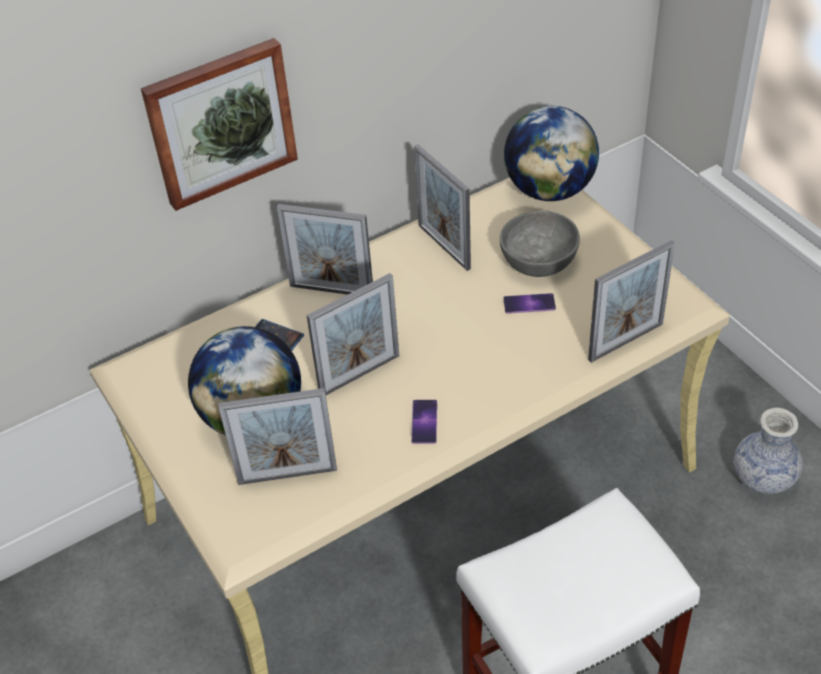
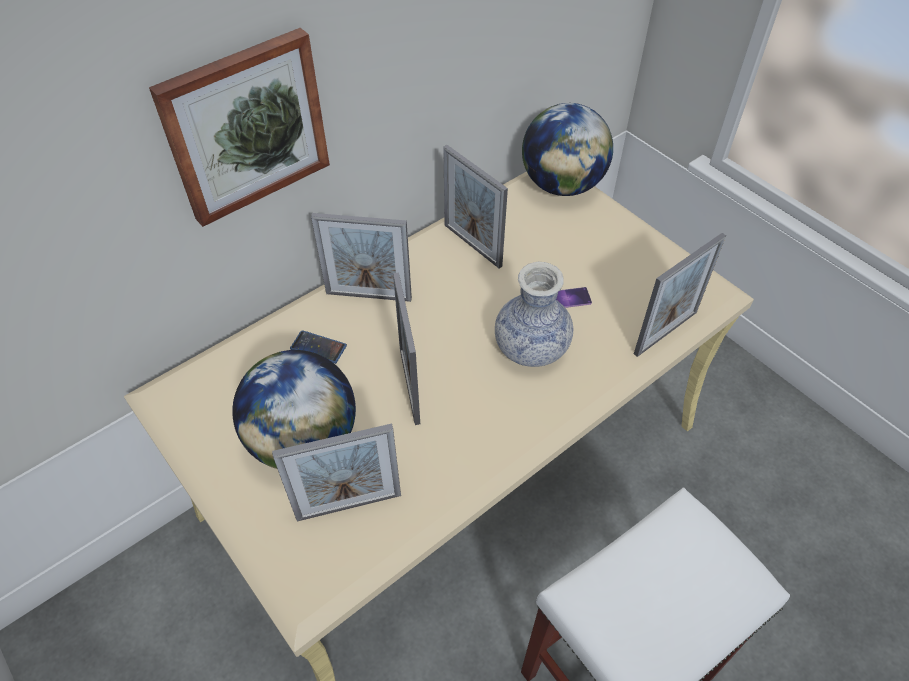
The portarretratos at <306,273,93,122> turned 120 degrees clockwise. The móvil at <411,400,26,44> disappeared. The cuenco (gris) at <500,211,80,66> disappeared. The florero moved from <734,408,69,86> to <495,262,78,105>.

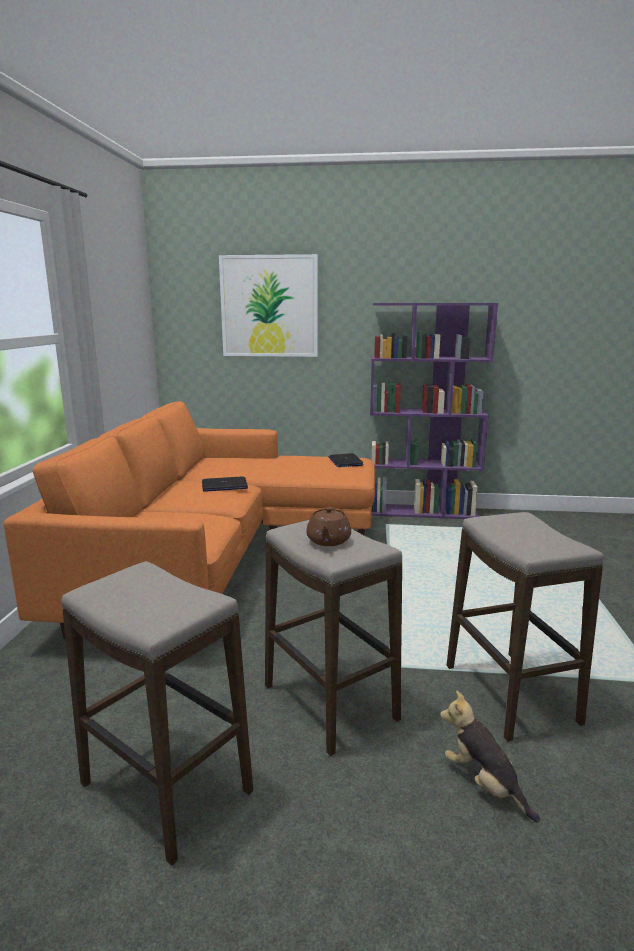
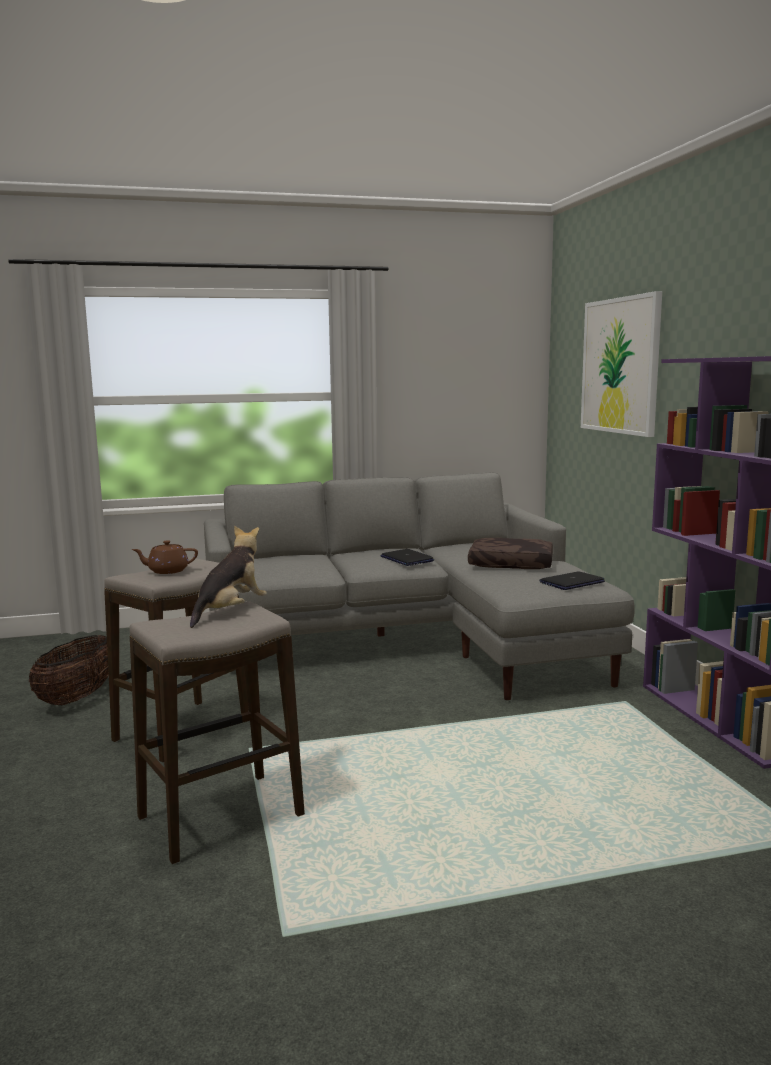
The sofá (naranja) at <4,401,371,238> became the sofá (gris) at <204,472,431,228>. The taburete at <61,561,192,305> was replaced by the cesta at <29,635,80,70>. The peluche moved from <440,691,100,132> to <190,526,77,102>. The cojín (marrón) at <468,538,85,31> appeared.

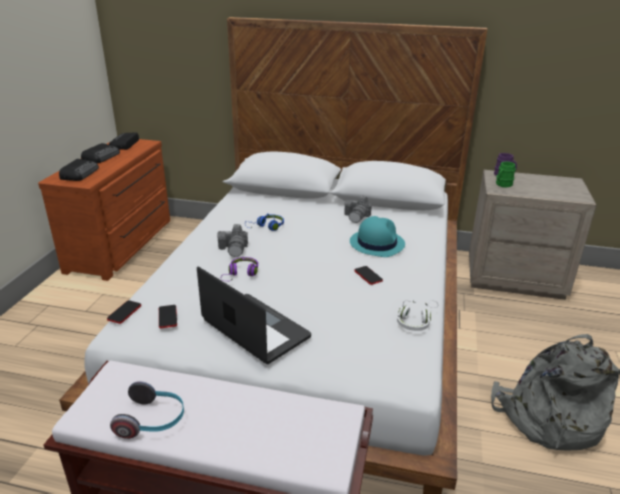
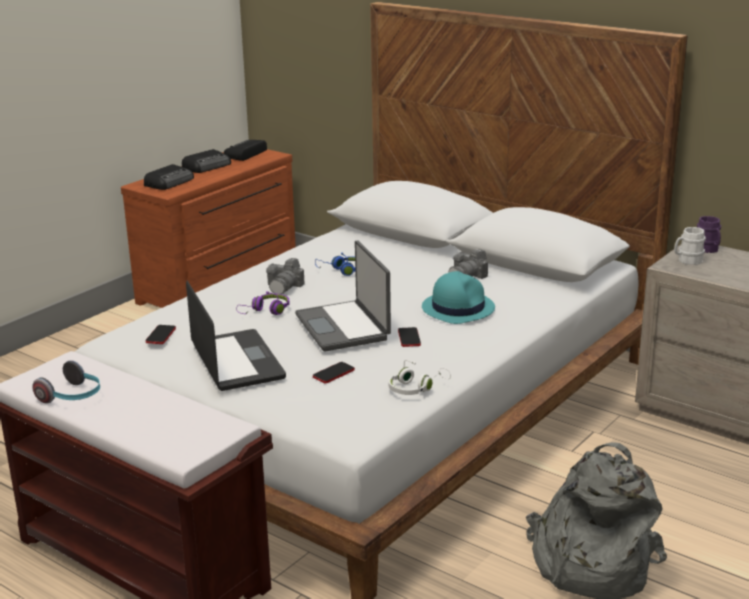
The móvil moved from <107,300,34,24> to <313,362,42,21>. The taza grande (verde) at <496,161,20,26> became the taza grande (blanco) at <674,227,32,38>. The portátil at <295,240,96,111> appeared.

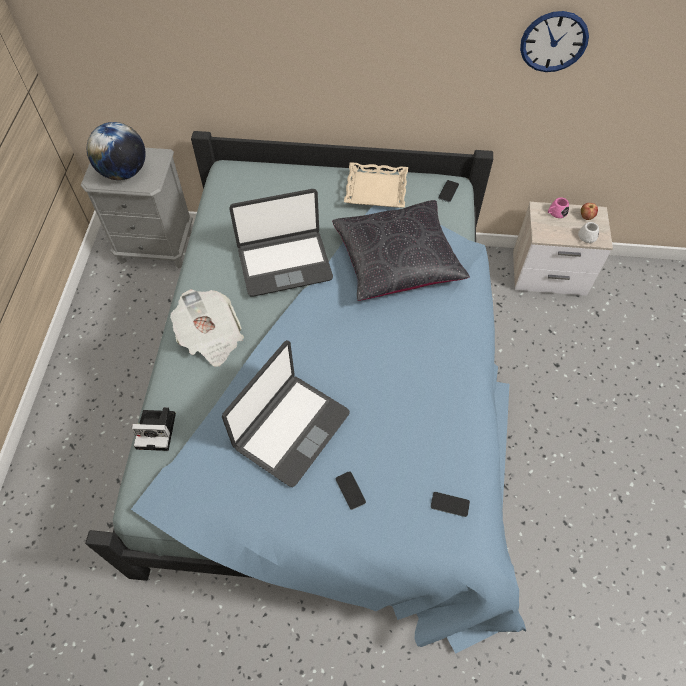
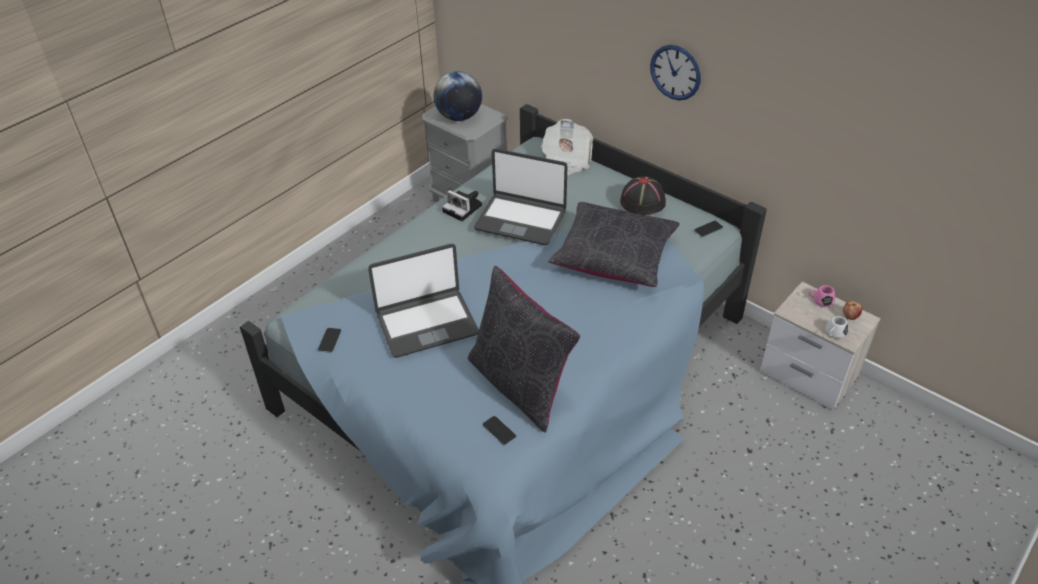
The cámara moved from <131,407,45,44> to <442,190,40,31>. The periódico moved from <170,289,74,78> to <541,119,52,57>. The móvil moved from <336,471,30,39> to <318,328,23,25>. The bandeja (beis) at <344,162,64,45> was replaced by the sombrero (negro) at <620,176,46,39>. The reloj de pared moved from <520,11,69,61> to <650,45,51,55>. The cojín (negro) at <468,266,112,166> appeared.

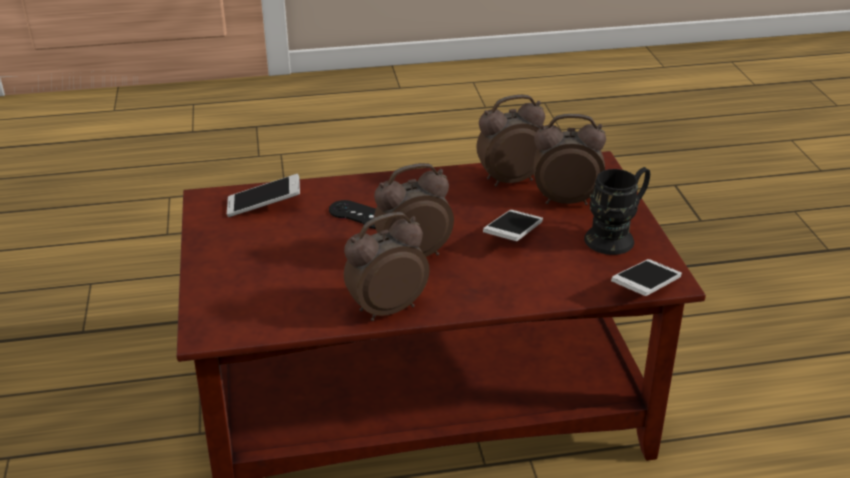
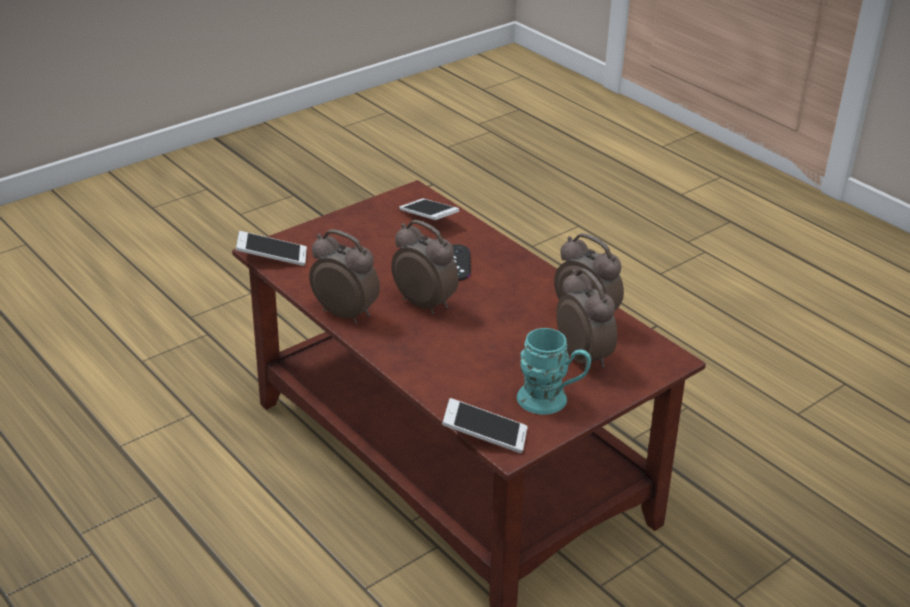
The móvil moved from <483,210,60,31> to <236,231,71,35>. The taza grande (negro) at <584,167,66,88> became the taza grande (turquesa) at <517,328,74,87>.

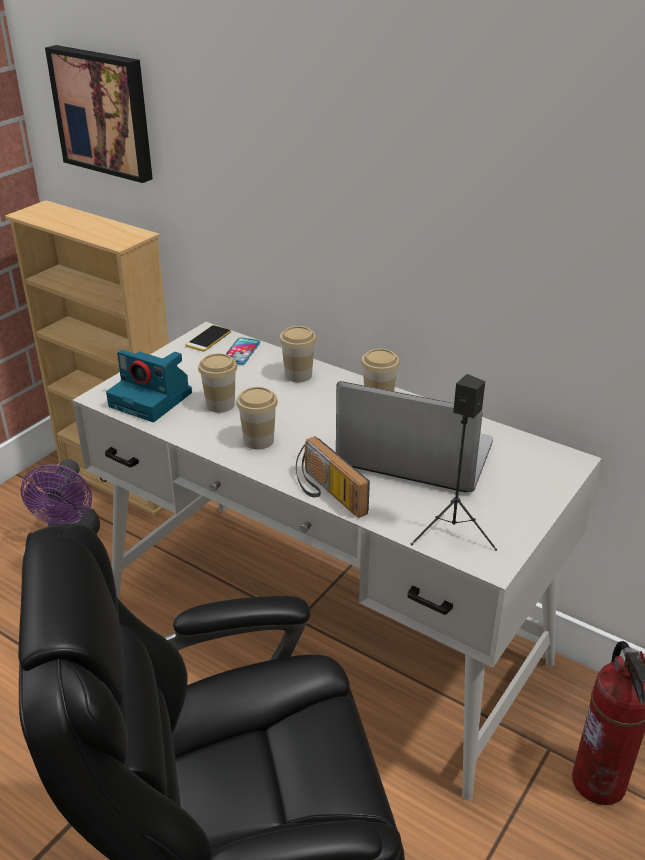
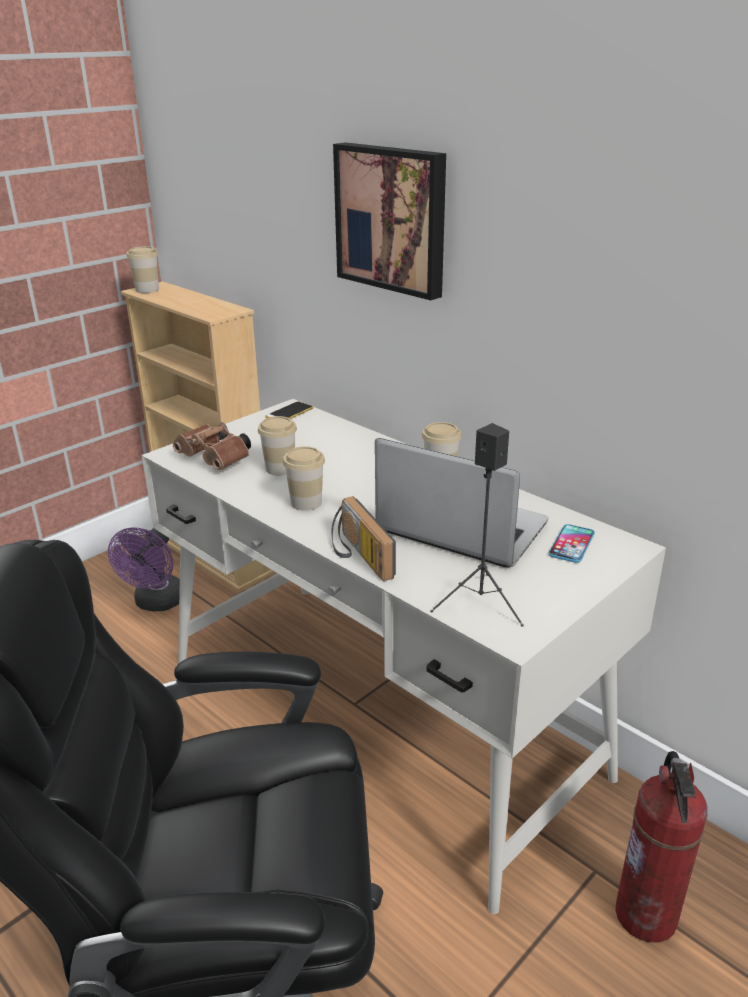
The cuadro moved from <45,45,108,138> to <333,142,113,158>. The cámara at <106,350,86,72> was replaced by the prismáticos (marrón) at <173,422,78,48>. The móvil moved from <226,338,34,27> to <549,524,46,39>. The taza moved from <279,326,37,56> to <127,246,32,47>.

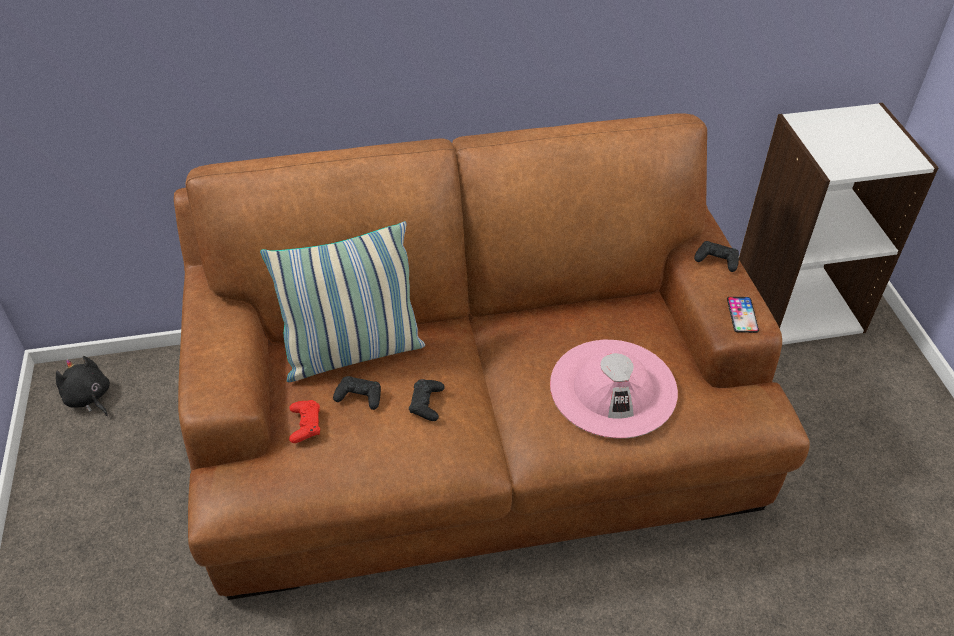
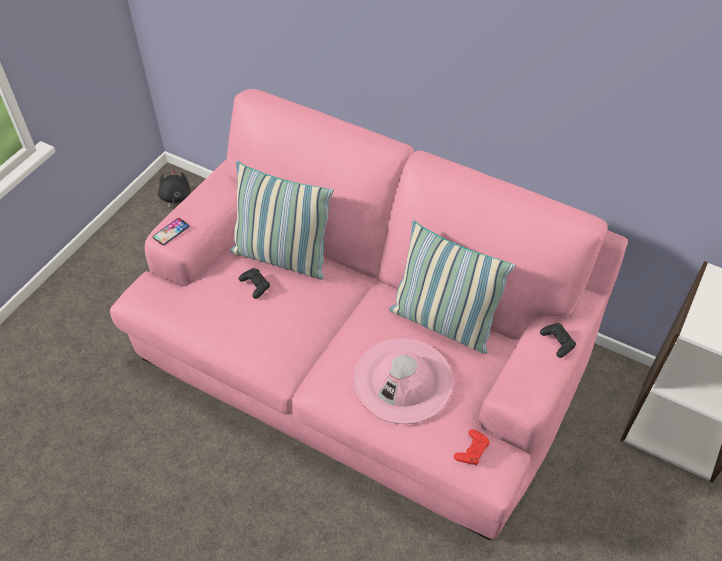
The sofá (marrón) at <174,113,636,487> became the sofá (rosa) at <110,89,518,452>. The mando de consola (rojo) moved from <289,400,31,43> to <454,429,36,36>. The mando de consola (negro) at <409,379,36,42> disappeared. The móvil moved from <727,297,32,36> to <153,218,36,27>. The cojín at <389,220,127,134> appeared.

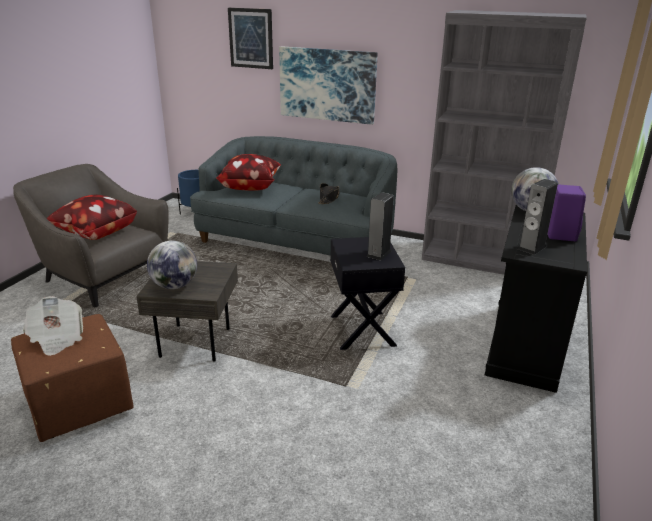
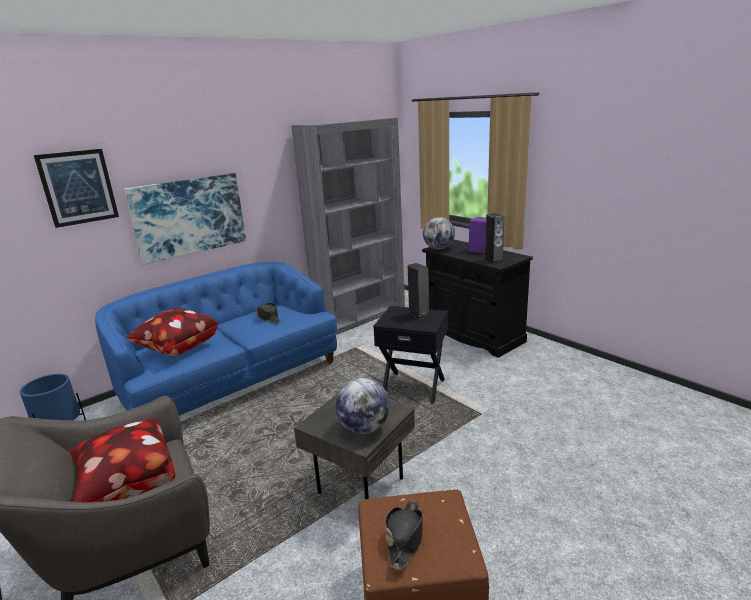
The periódico at <23,296,60,60> was replaced by the sombrero (negro) at <385,500,38,70>. The sofá (gris) at <190,136,207,120> became the sofá (azul) at <95,262,242,154>.

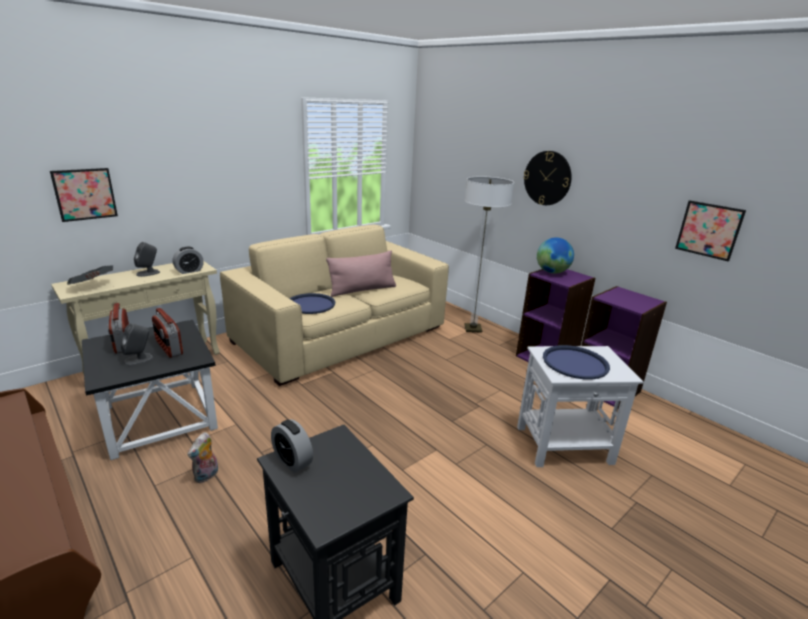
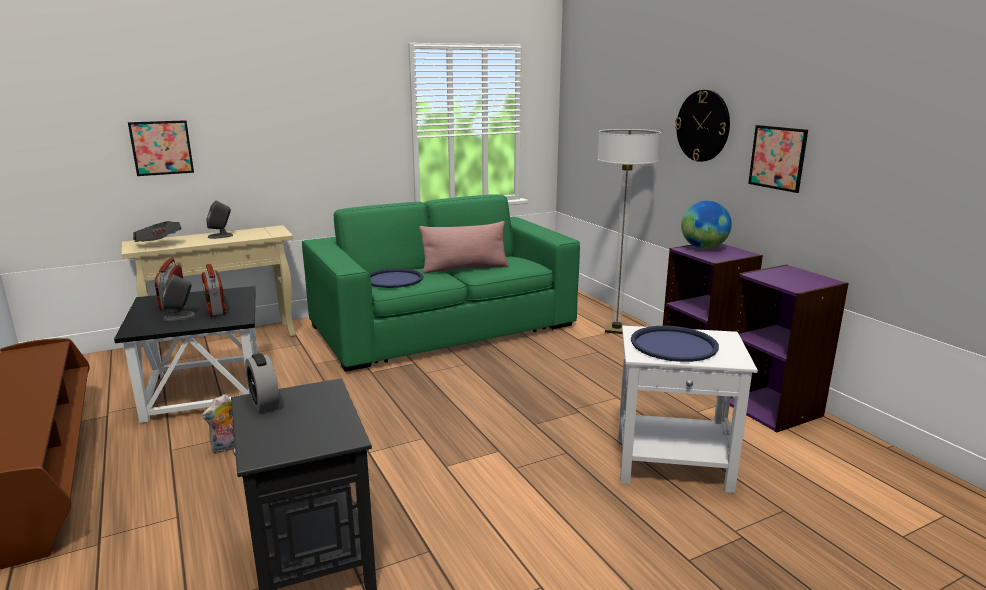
The despertador at <173,247,31,27> disappeared. The sofá (beis) at <220,225,229,161> became the sofá (verde) at <302,194,278,178>. The cuadro moved from <675,200,71,61> to <748,125,60,68>.

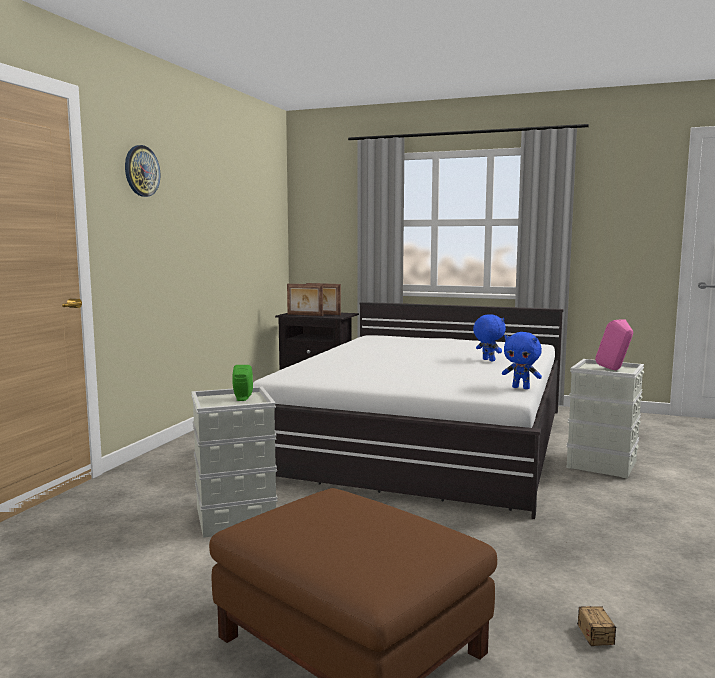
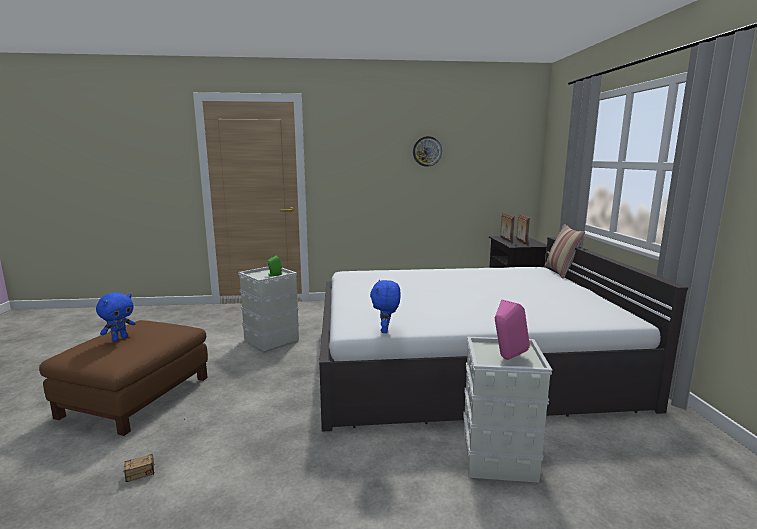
The reloj de pared moved from <125,145,35,52> to <413,136,29,31>. The peluche (azul) moved from <473,314,33,47> to <96,292,39,49>. The cojín at <545,224,40,55> appeared.

